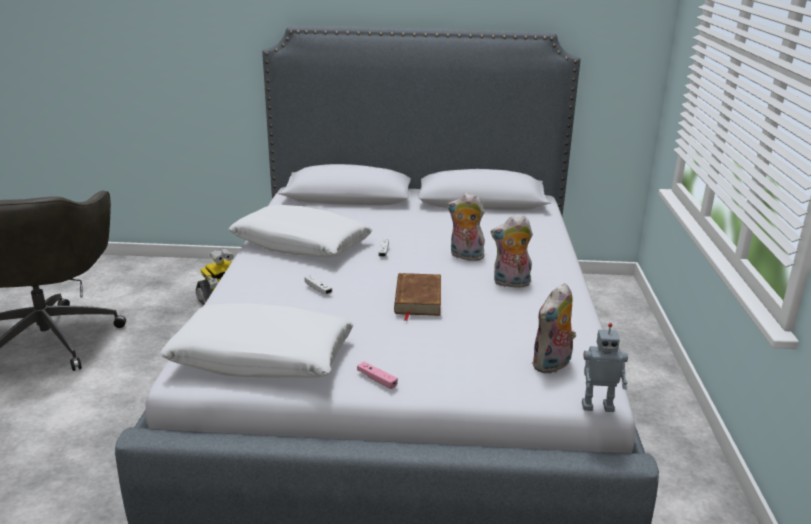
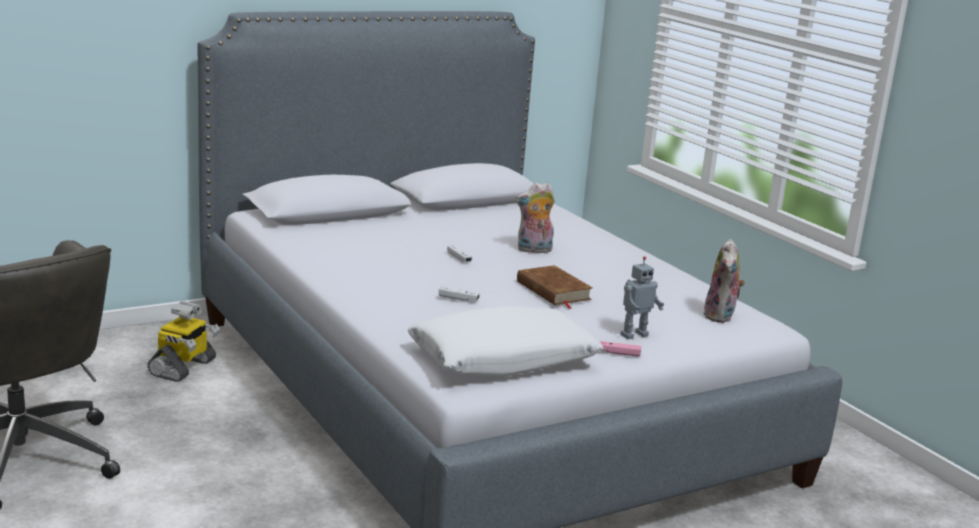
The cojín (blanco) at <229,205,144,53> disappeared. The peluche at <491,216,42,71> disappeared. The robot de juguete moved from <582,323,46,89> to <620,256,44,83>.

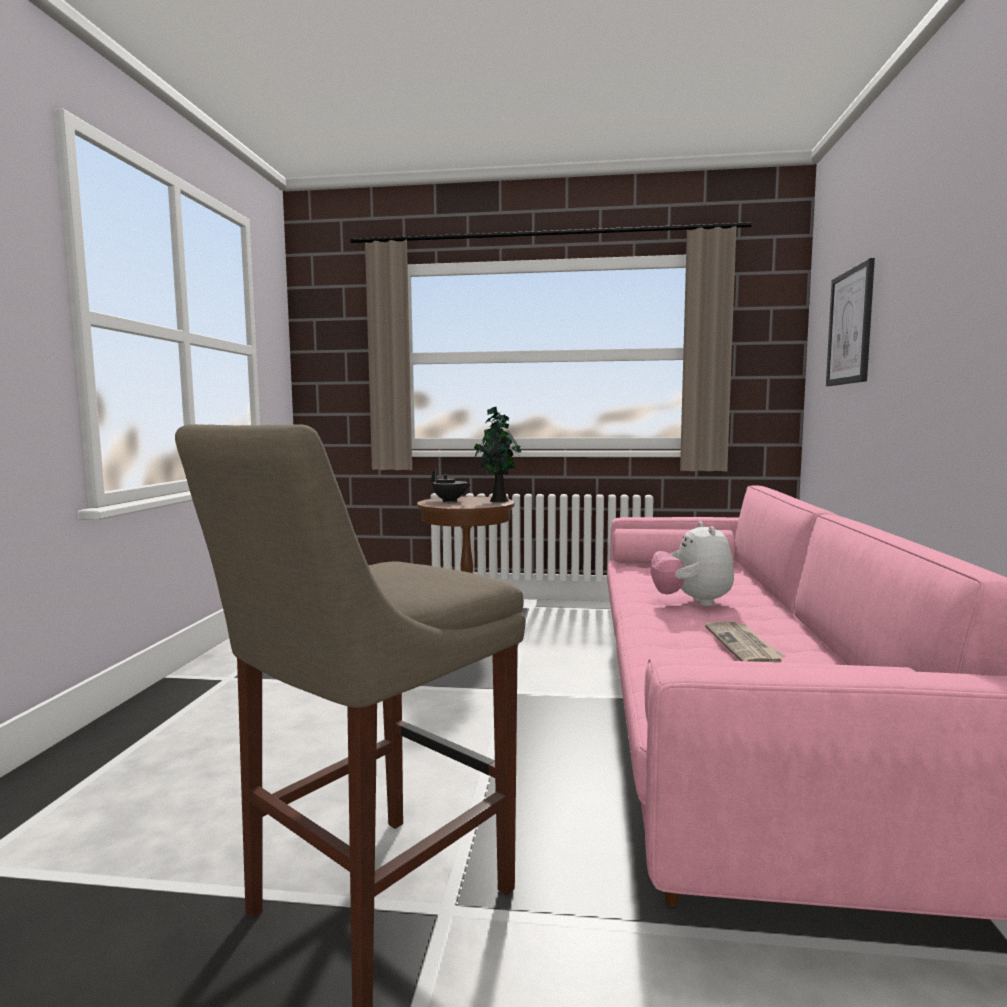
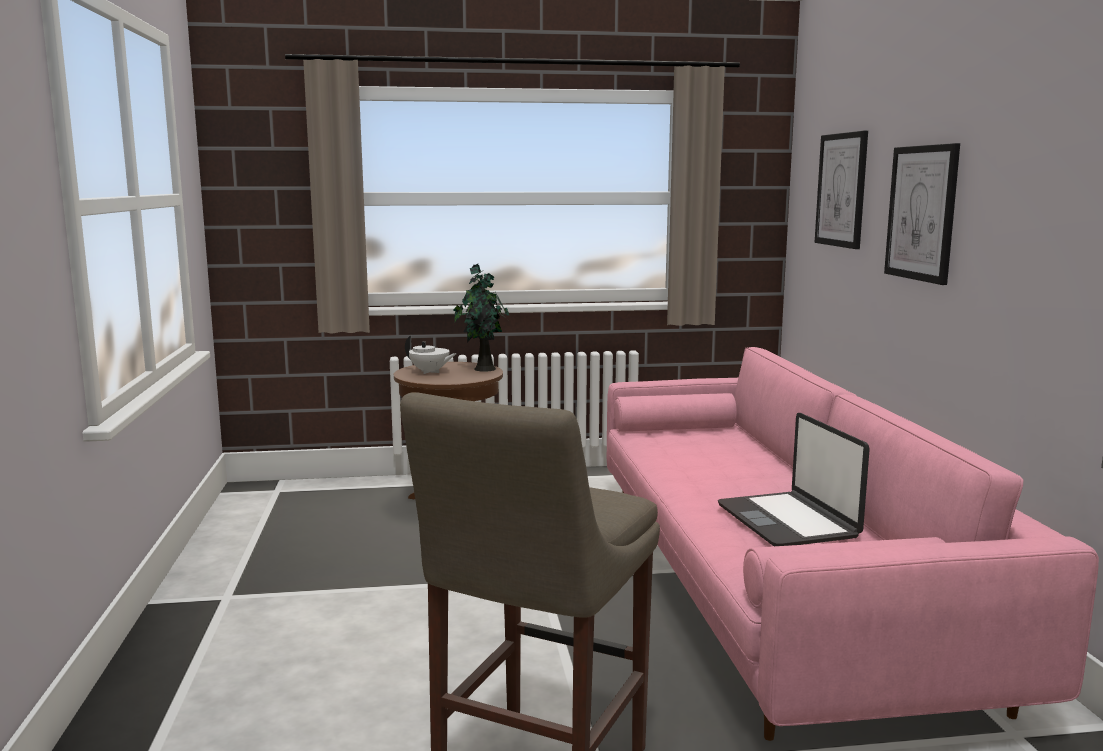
The tetera (negro) at <431,469,39,33> became the tetera (blanco) at <405,336,52,38>. The peluche at <650,521,84,85> disappeared. The periódico at <705,621,80,42> was replaced by the portátil at <718,413,152,133>. The cuadro at <884,143,76,142> appeared.

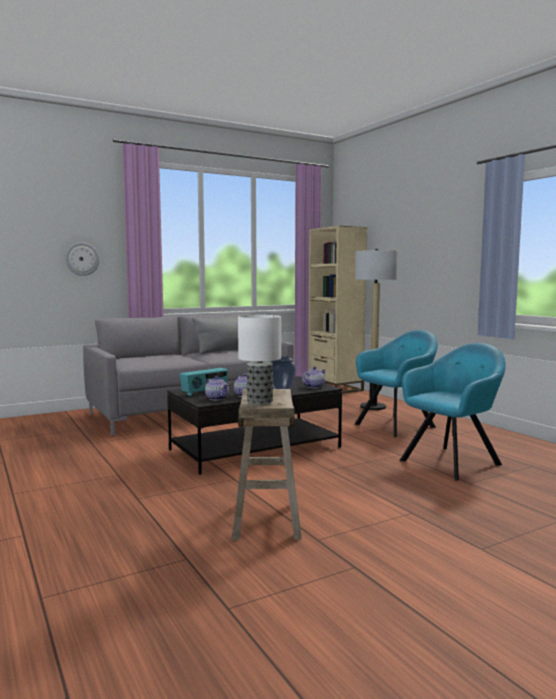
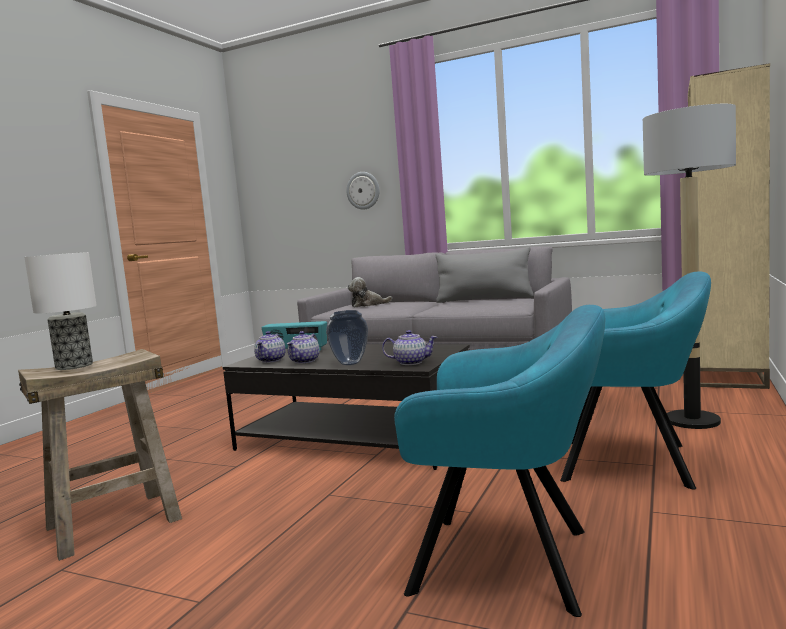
The peluche at <348,277,44,30> appeared.

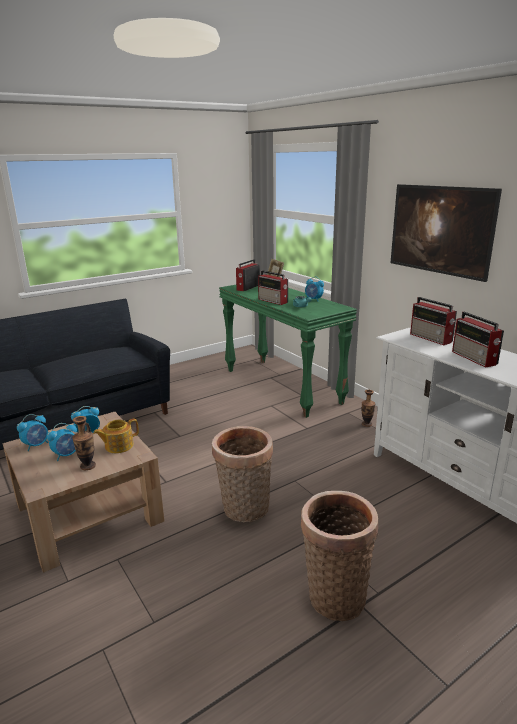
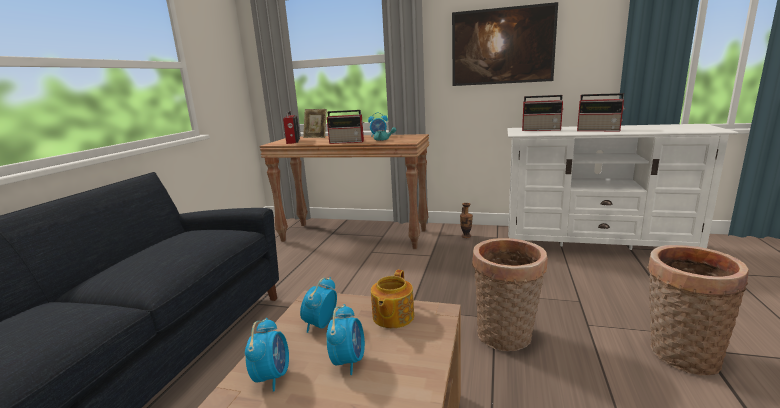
The florero at <72,416,24,54> disappeared. The mesa consola (verde) at <219,285,138,133> became the mesa consola (marrón) at <260,134,169,115>.

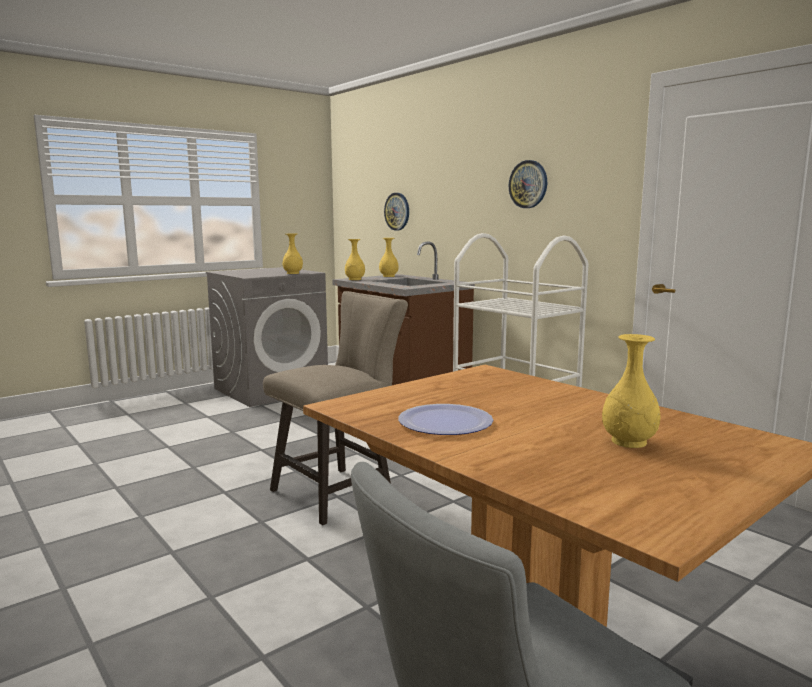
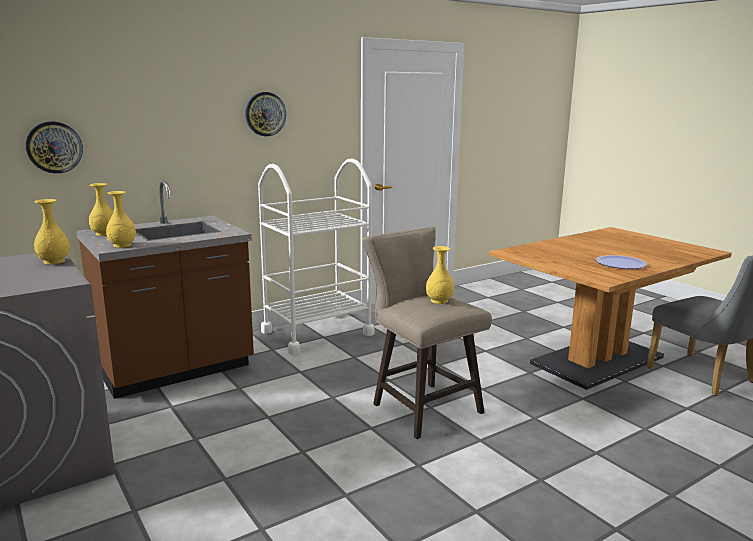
The florero (amarillo) moved from <602,334,59,114> to <426,246,28,58>.

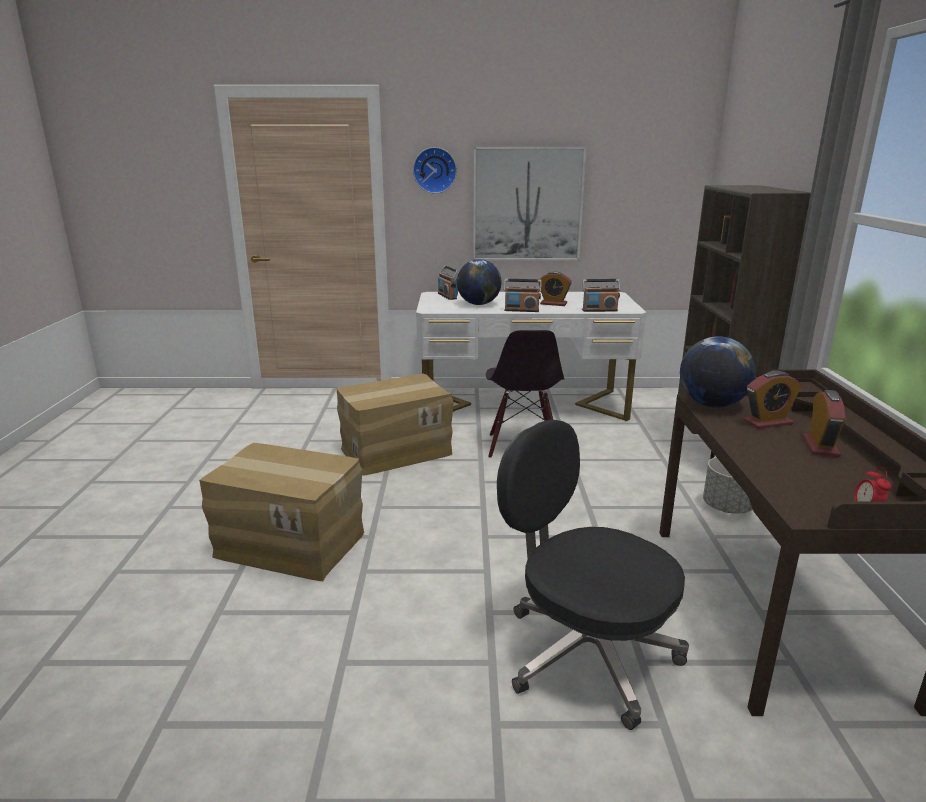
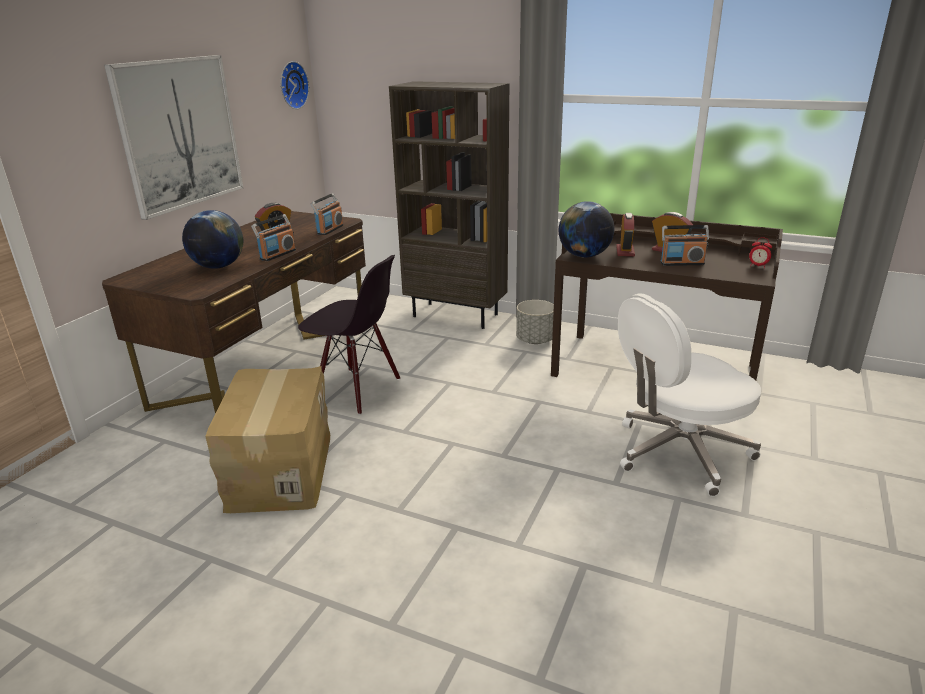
The caja de cartón at <199,443,165,138> disappeared. The reloj de pared moved from <413,147,44,47> to <281,61,28,48>. The escritorio (blanco) at <416,292,230,129> became the escritorio (marrón) at <102,211,264,203>. The radio moved from <438,265,21,35> to <660,225,49,41>. The silla de oficina (negro) at <497,419,192,311> became the silla de oficina (blanco) at <618,293,144,203>.

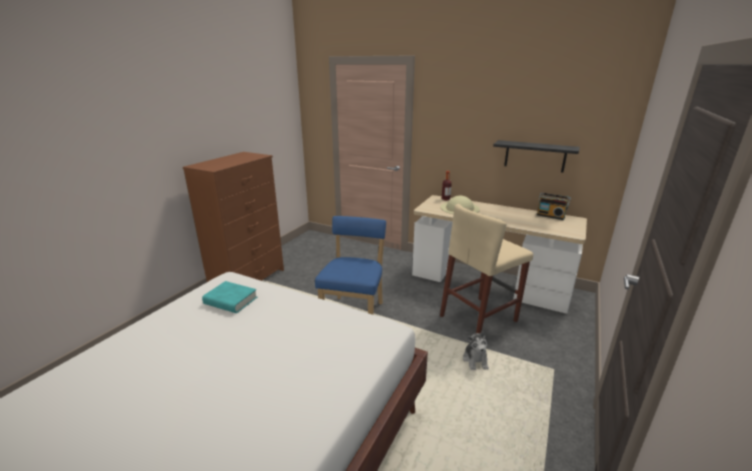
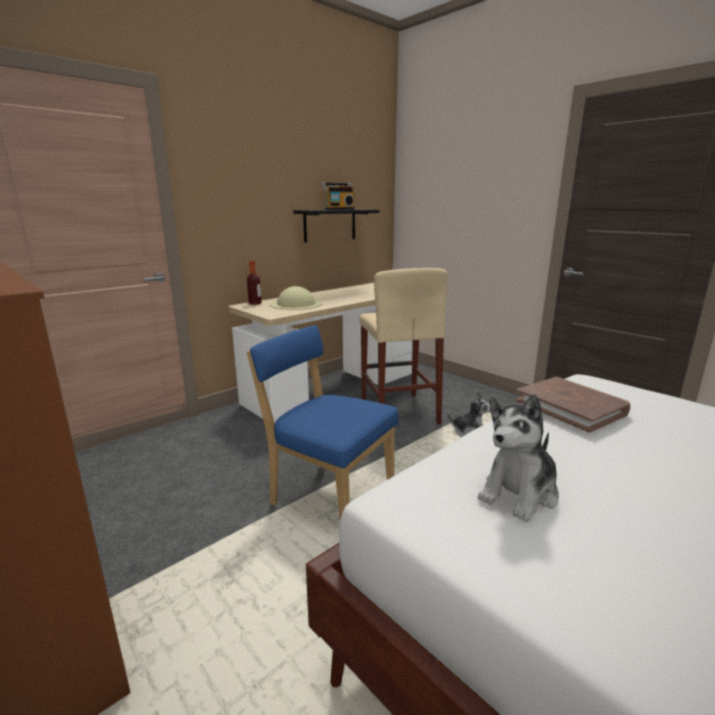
The libro (turquesa) at <202,281,55,32> was replaced by the peluche at <478,394,81,128>. The radio moved from <537,193,34,27> to <322,182,33,28>. The libro (marrón) at <516,377,114,56> appeared.

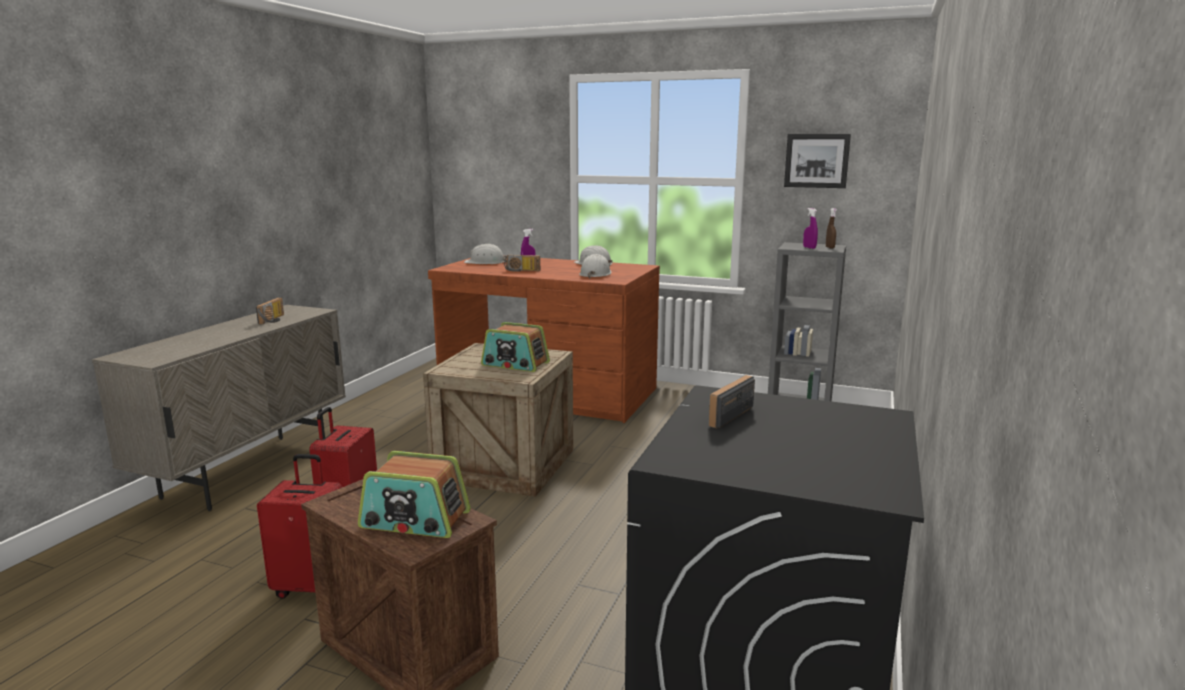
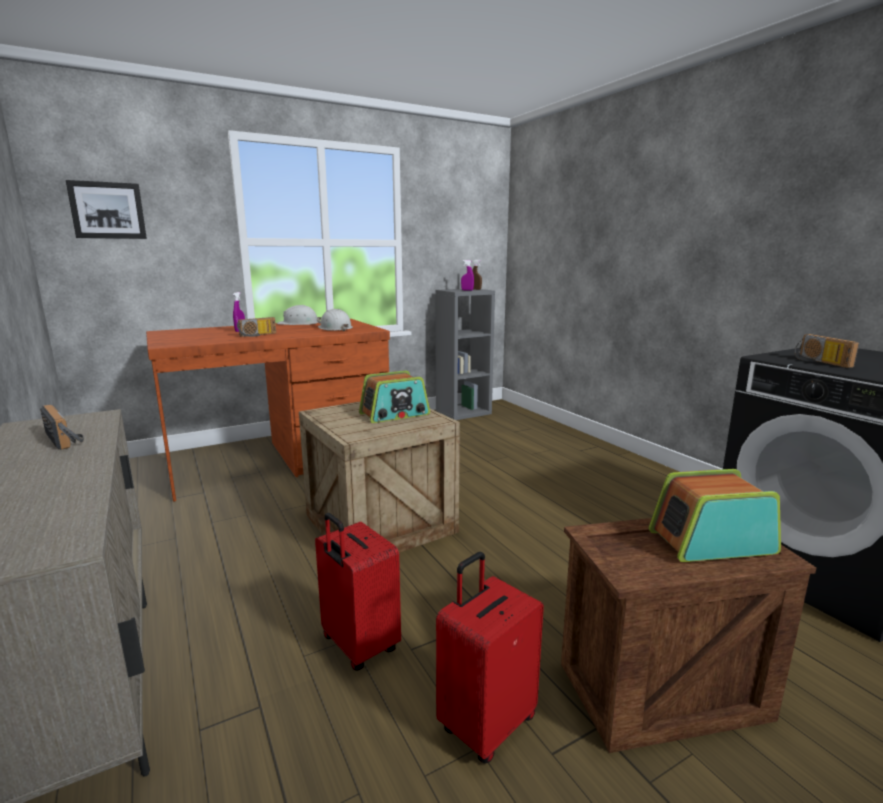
The radio at <358,451,113,87> turned 150 degrees counterclockwise. The casco (blanco) at <464,244,43,20> disappeared. The cuadro moved from <784,134,67,54> to <66,180,81,59>.

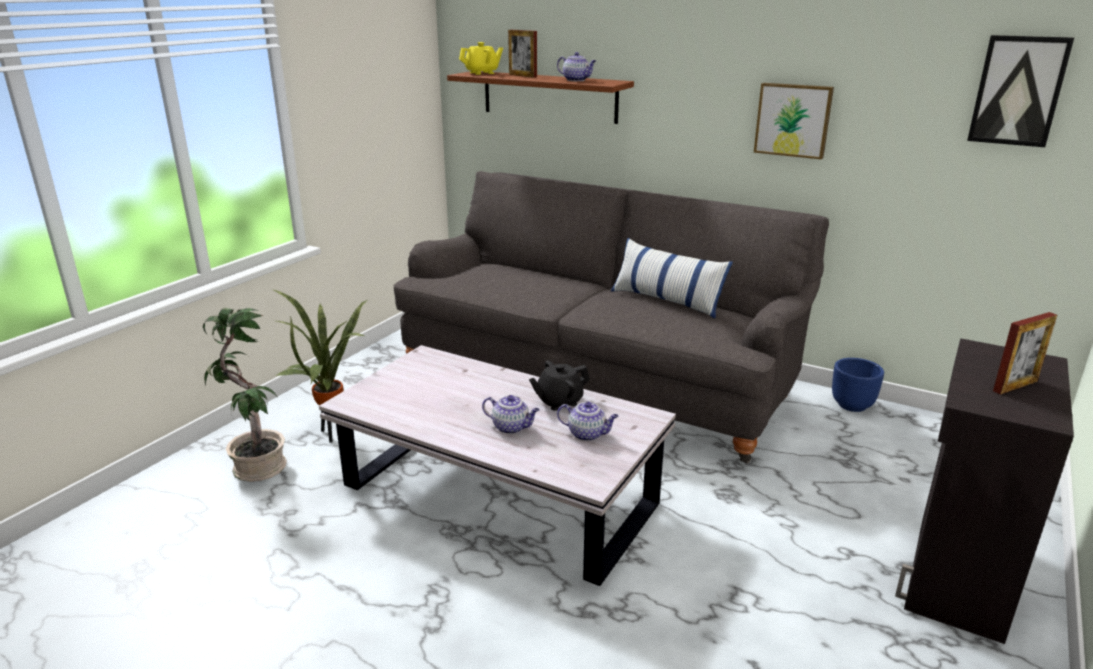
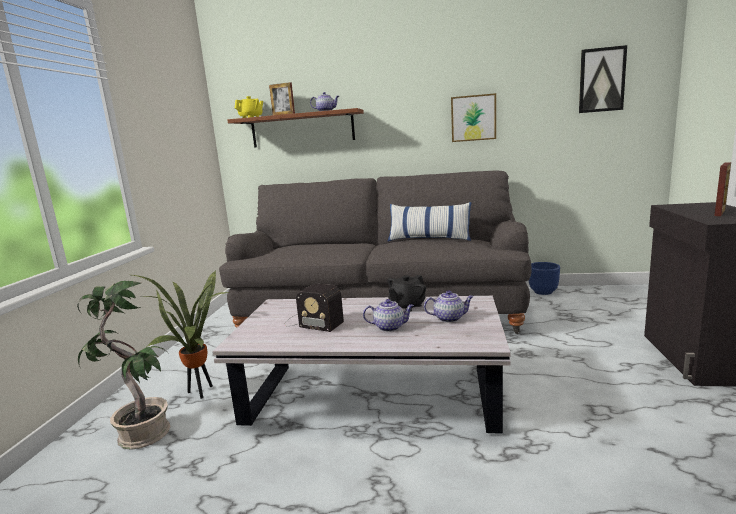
The radio at <284,284,60,48> appeared.

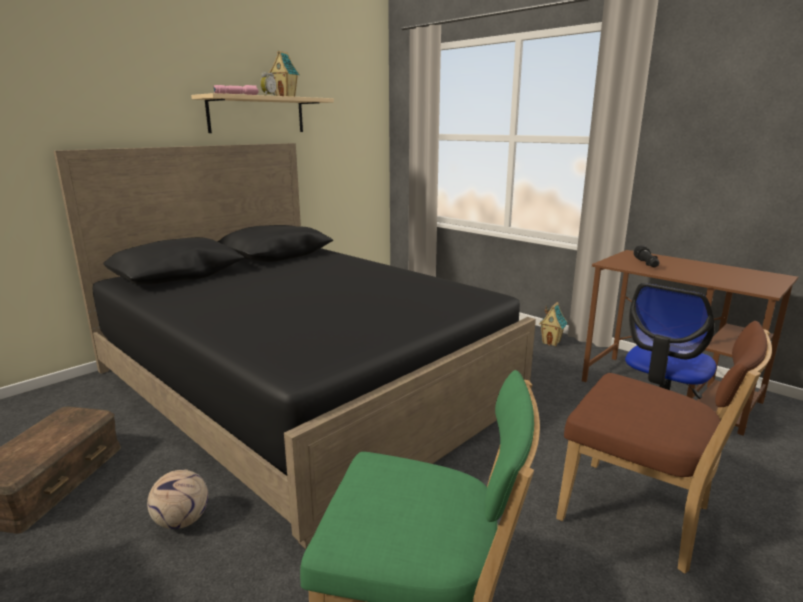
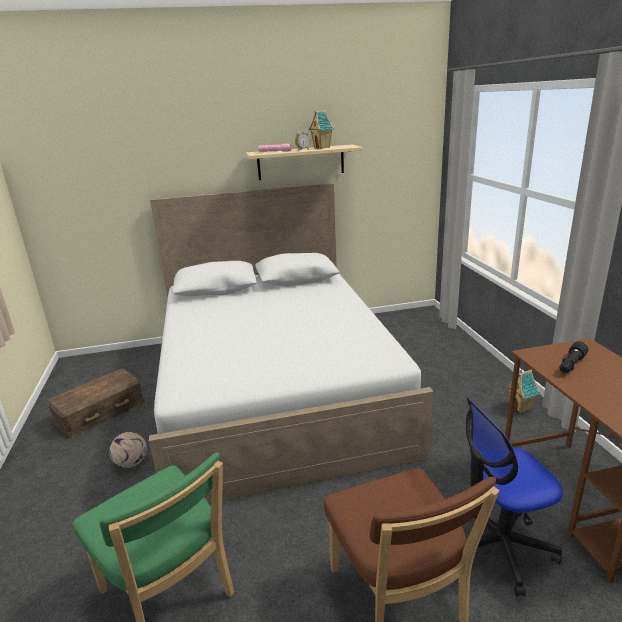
The cama (negro) at <53,143,483,406> became the cama (blanco) at <149,183,285,320>.

